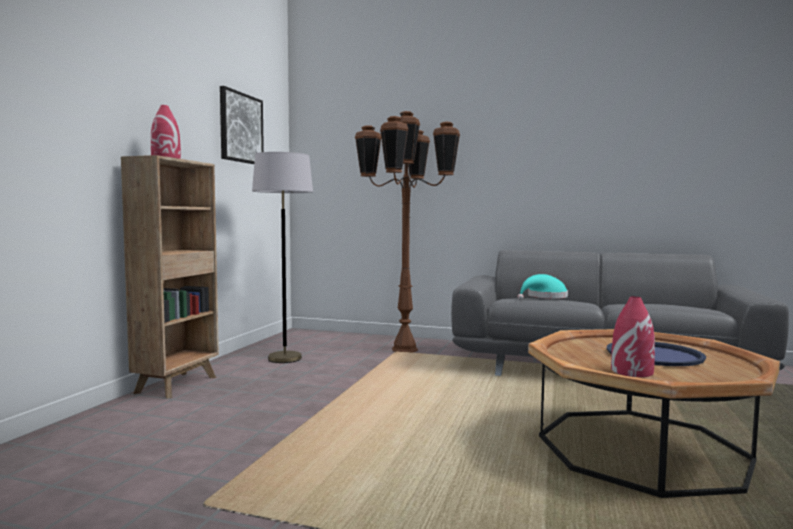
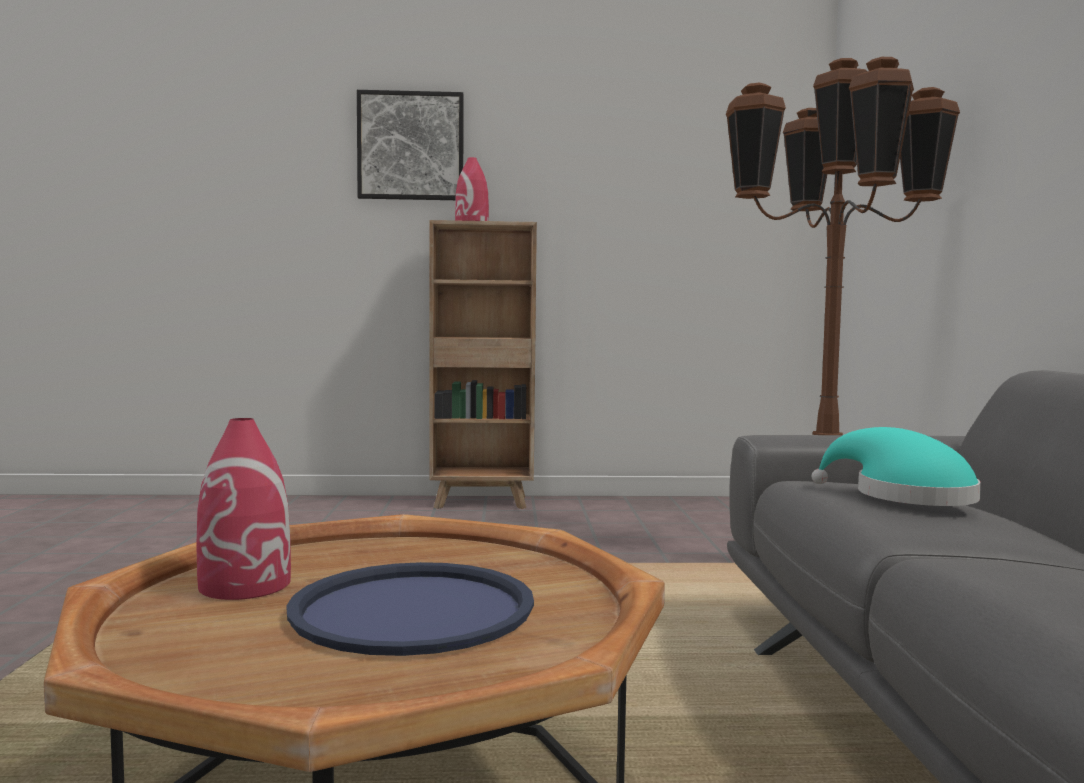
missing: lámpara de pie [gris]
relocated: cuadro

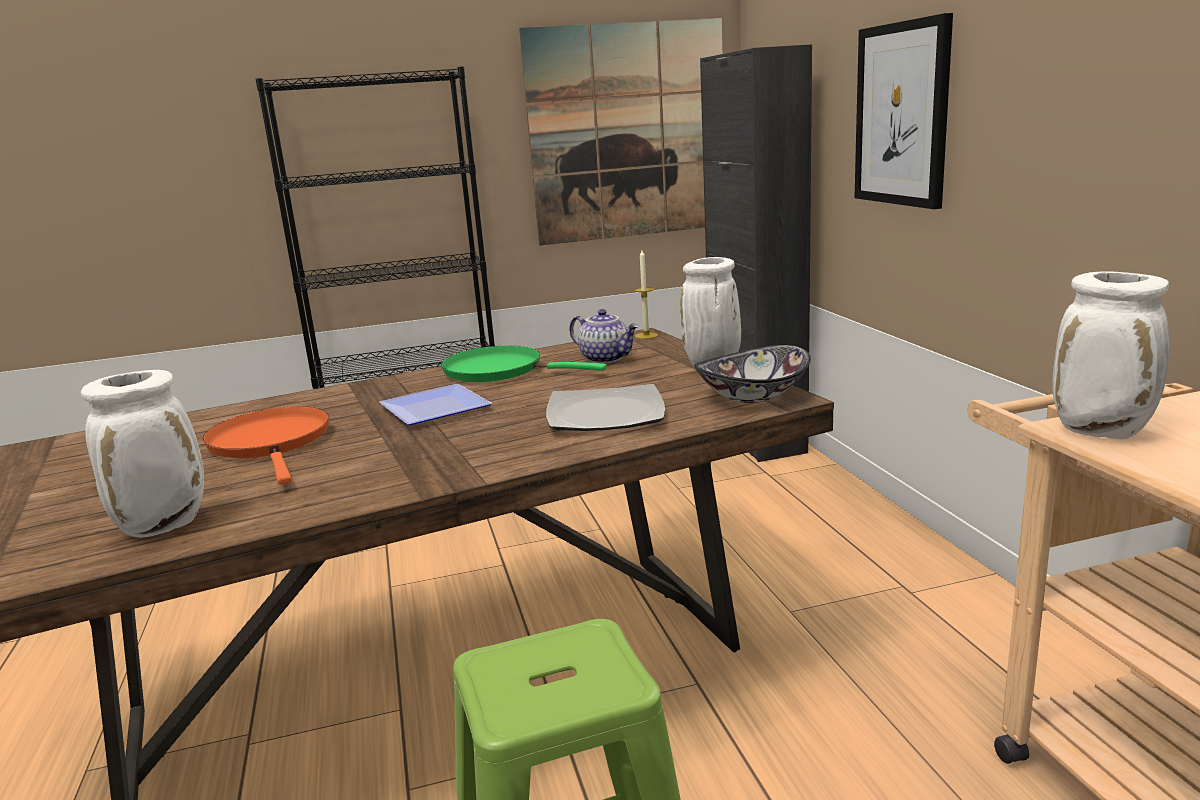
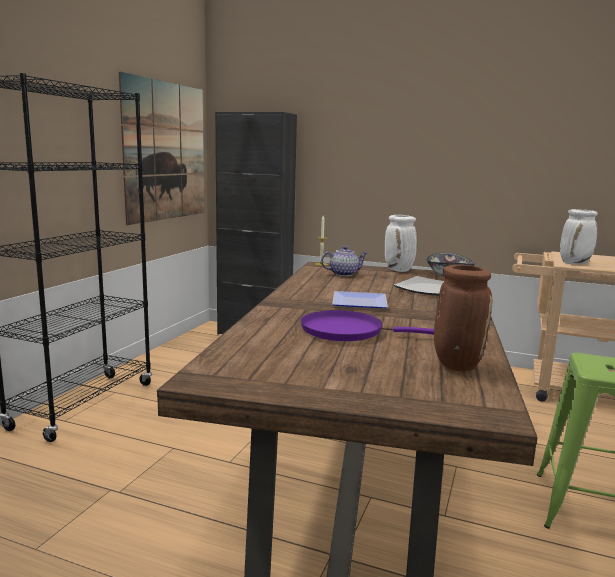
missing: sartén [verde]; cuadro (no. 2 from left)
colour: florero [blanco] (no. 1 from left) to florero [marrón]; sartén [naranja] to sartén [morado]

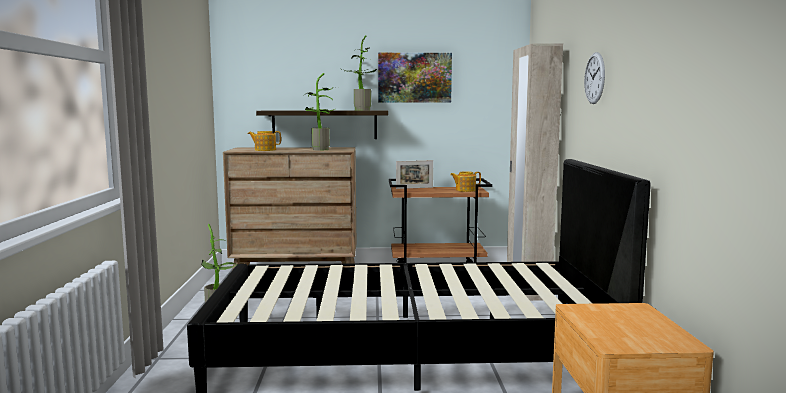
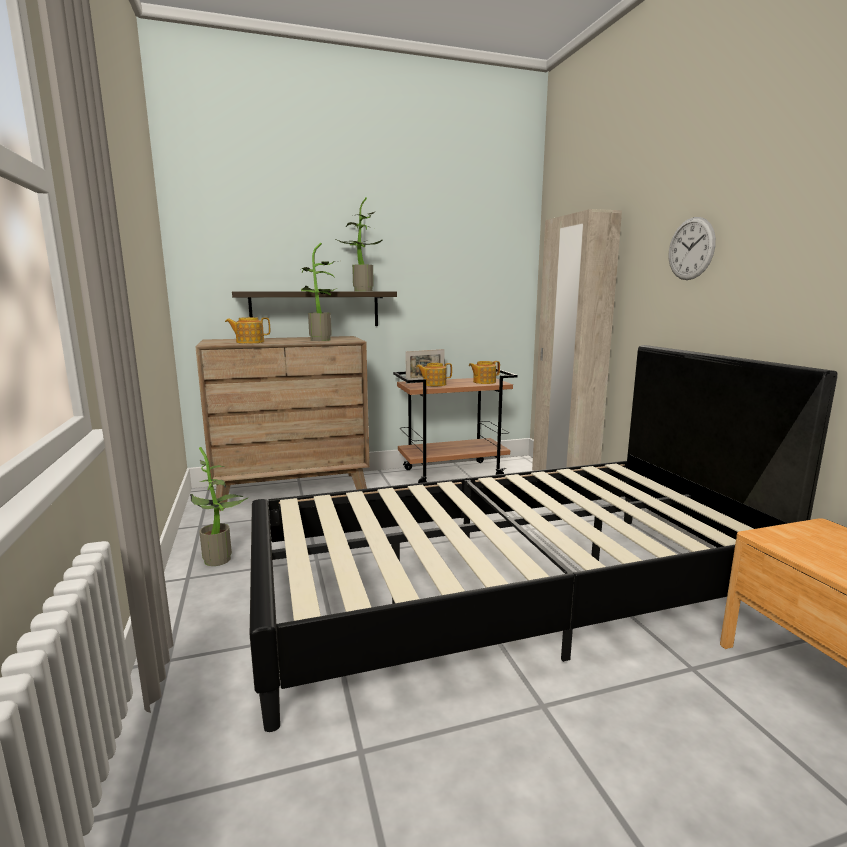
missing: cuadro
appeared: tetera (no. 2 from left)

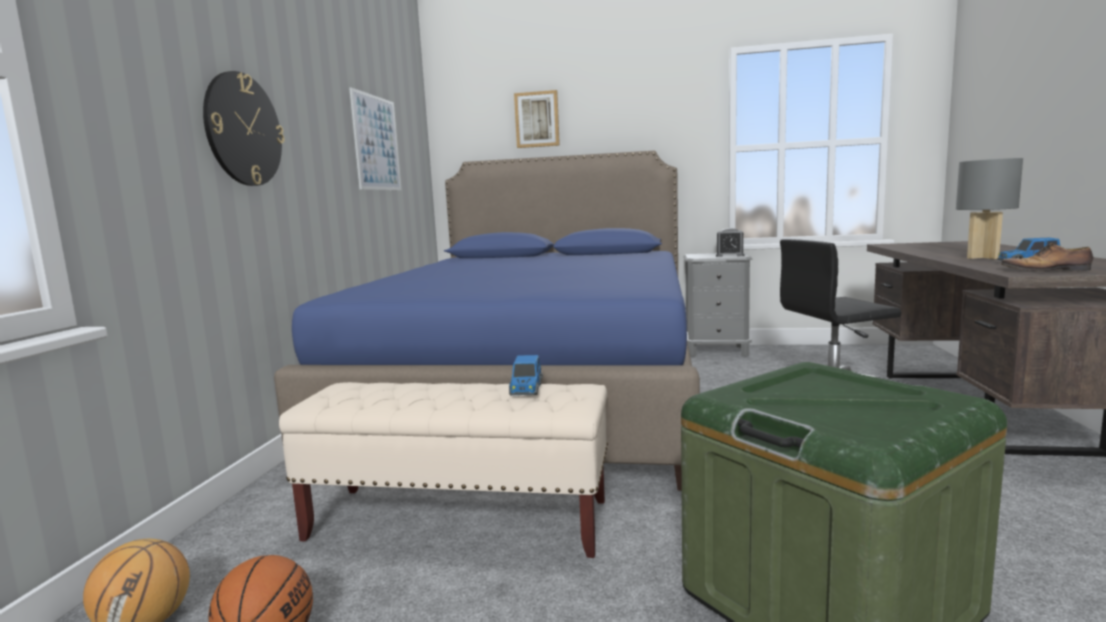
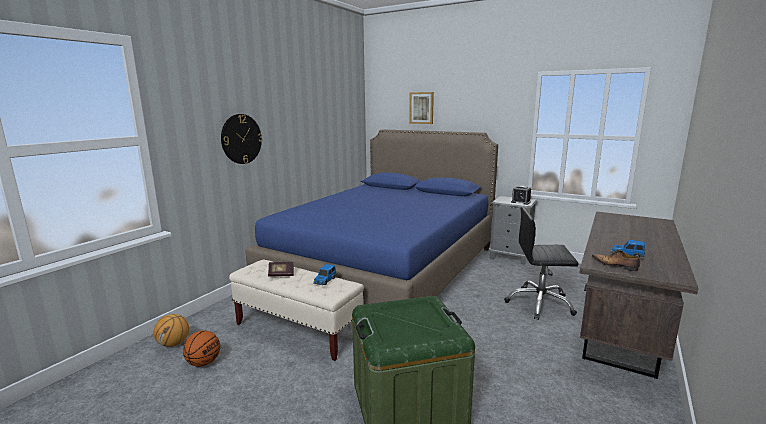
missing: cuadro (no. 1 from left); lámpara de mesa [gris]
appeared: libro

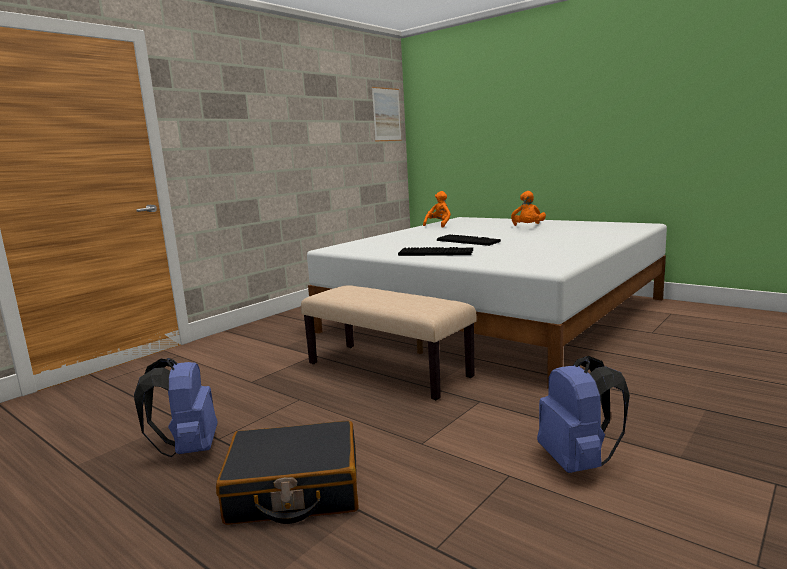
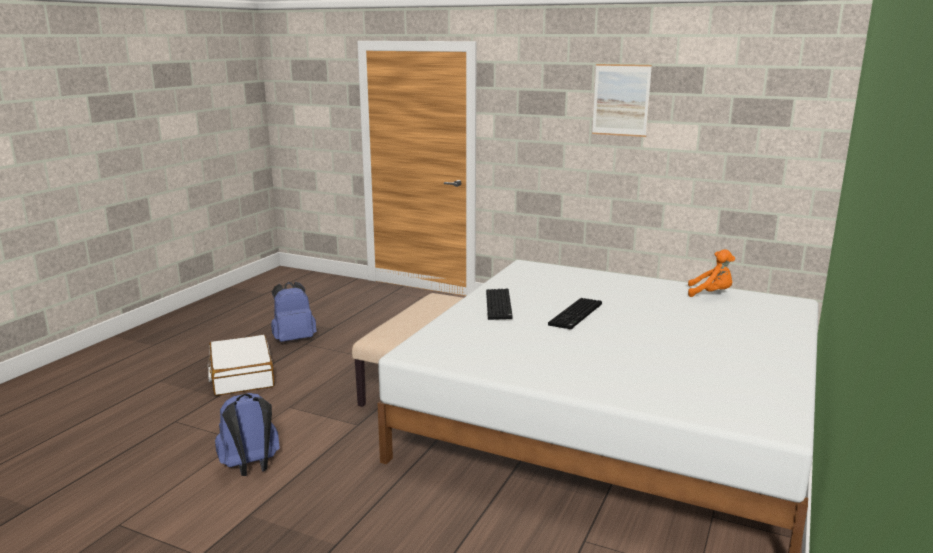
missing: peluche [naranja] (no. 2 from left)
relocated: cuadro
colour: maleta [negro] to maleta [blanco]

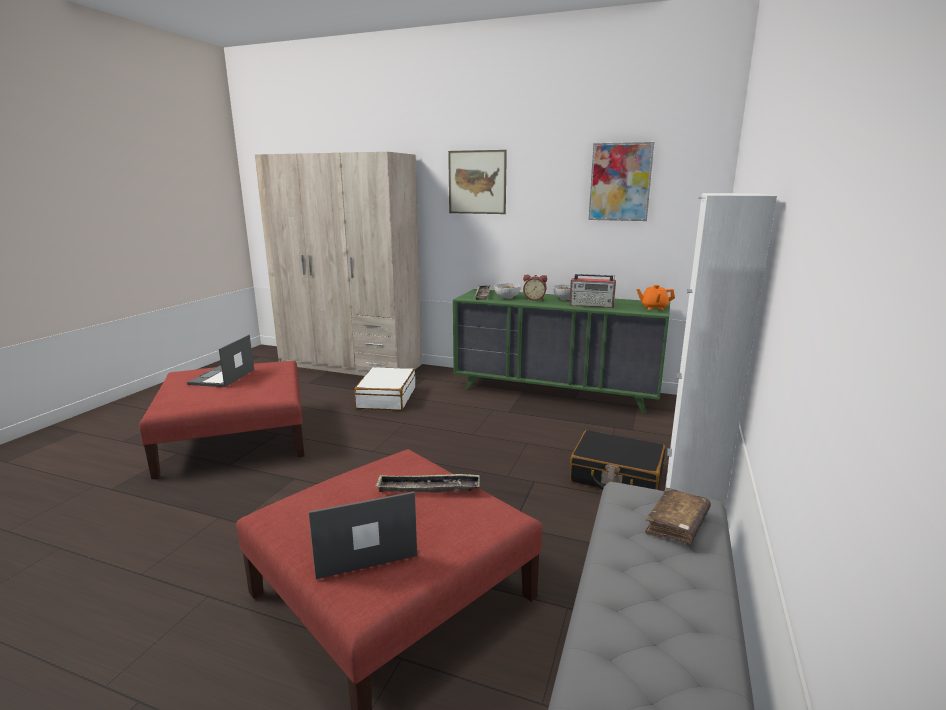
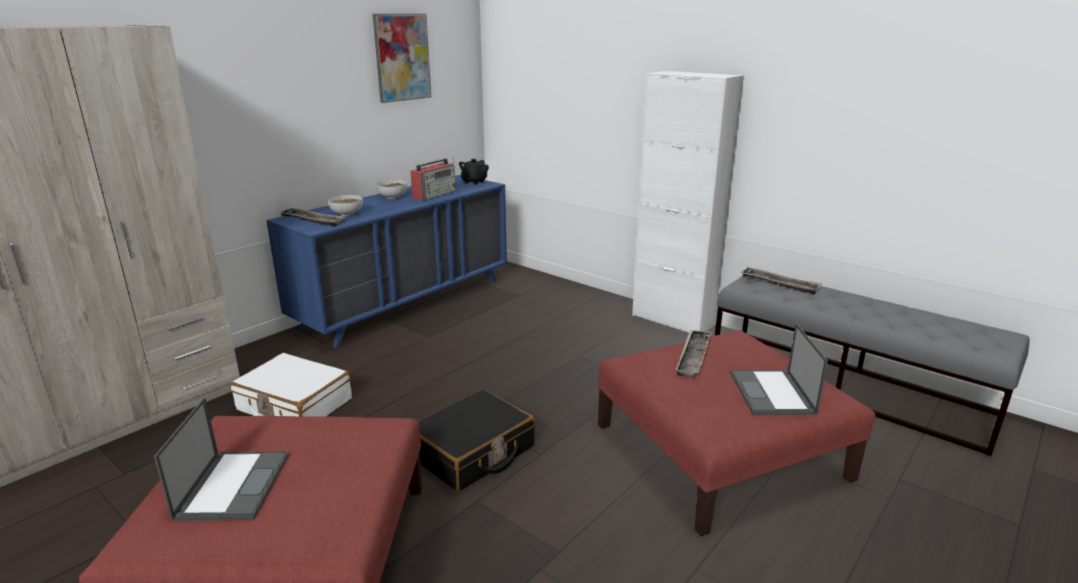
missing: cuadro (no. 1 from left); despertador
relocated: maleta [negro]
exchanged: libro [marrón] to bandeja (no. 3 from left)
colour: cómoda [verde] to cómoda [azul]; tetera [naranja] to tetera [negro]
spun: portátil (no. 1 from left) 120 degrees counterclockwise

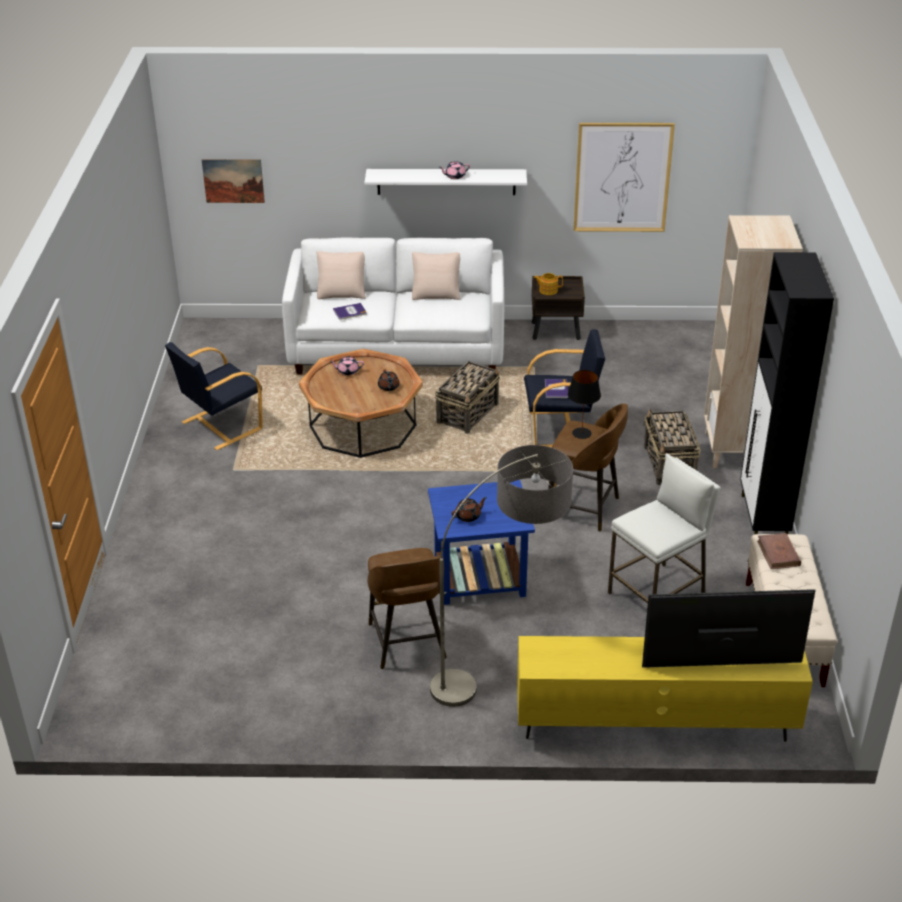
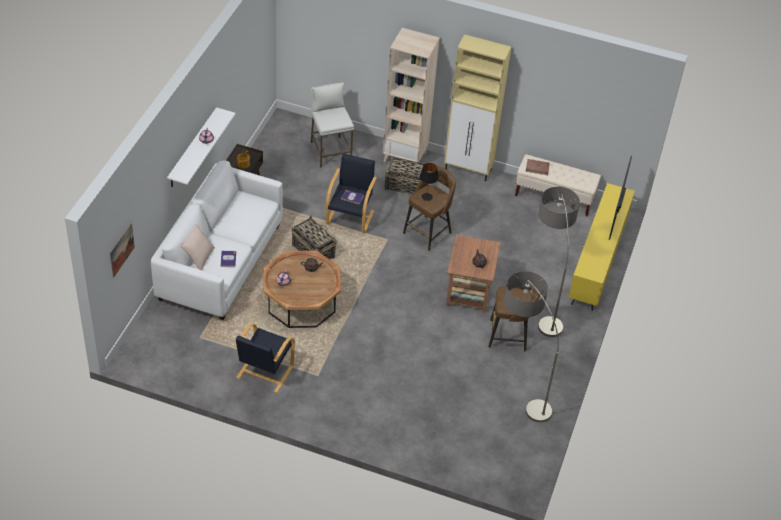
missing: cojín [beis] (no. 2 from left); cuadro (no. 2 from left)
appeared: lámpara de pie (no. 1 from left)
relocated: taburete [blanco]
colour: mesa auxiliar [azul] to mesa auxiliar [marrón]; armario [negro] to armario [beis]
spun: sillón [negro] (no. 1 from left) 45 degrees clockwise

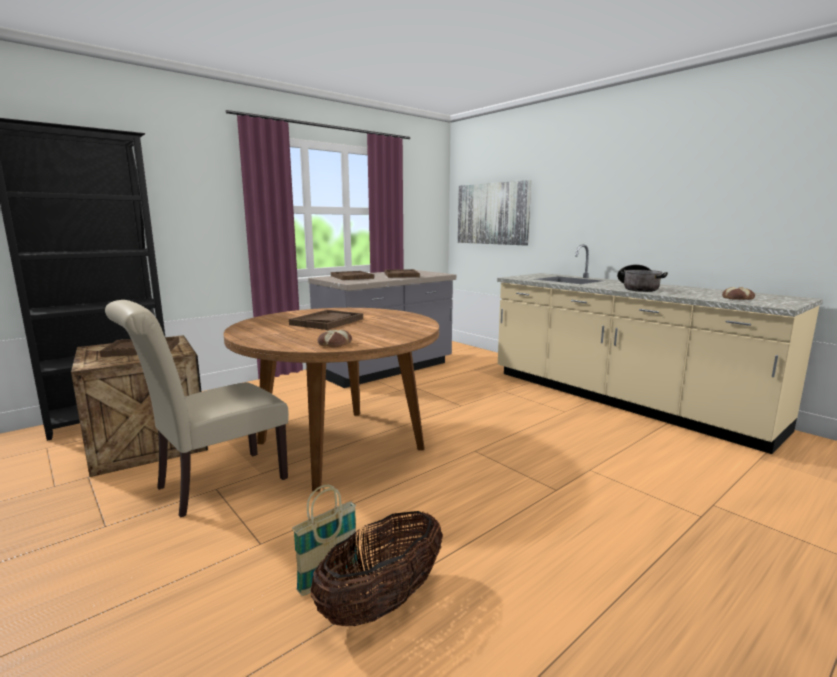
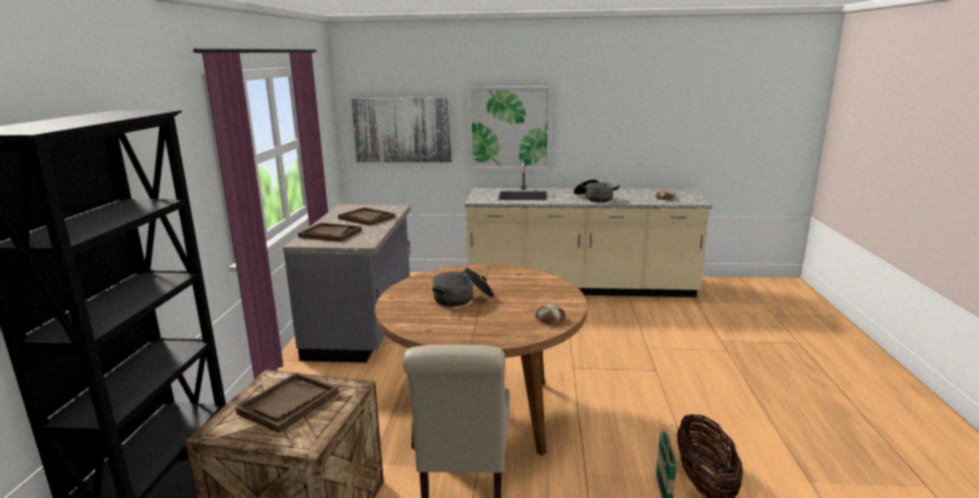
appeared: cuadro (no. 2 from left)
exchanged: bandeja [marrón] (no. 2 from left) to olla (no. 1 from left)

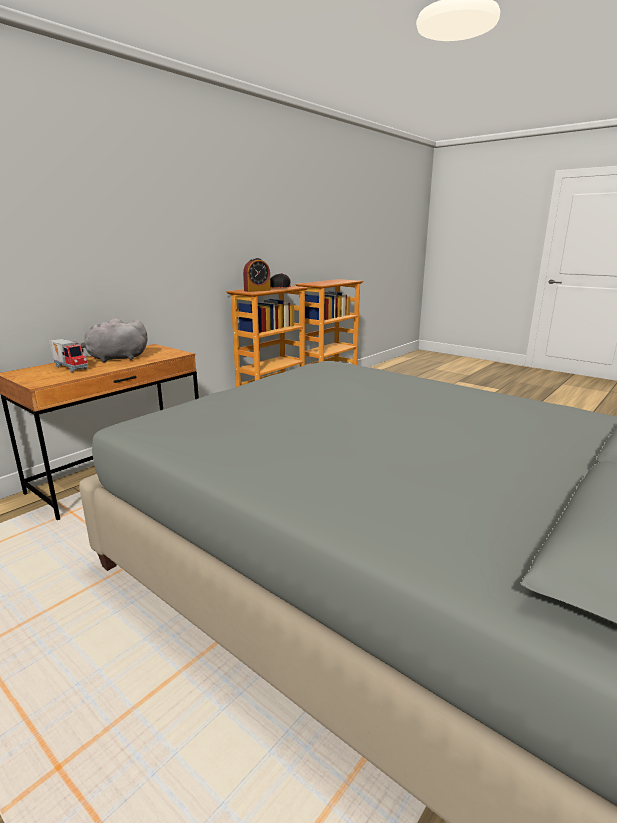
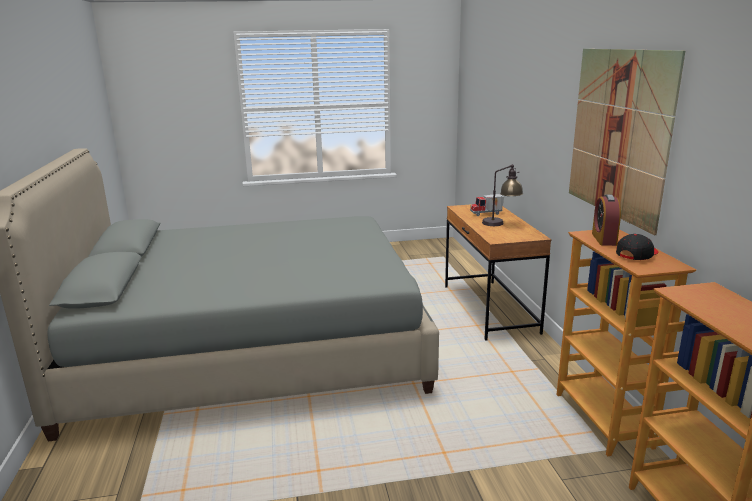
appeared: cuadro
exchanged: peluche [gris] to lámpara de mesa

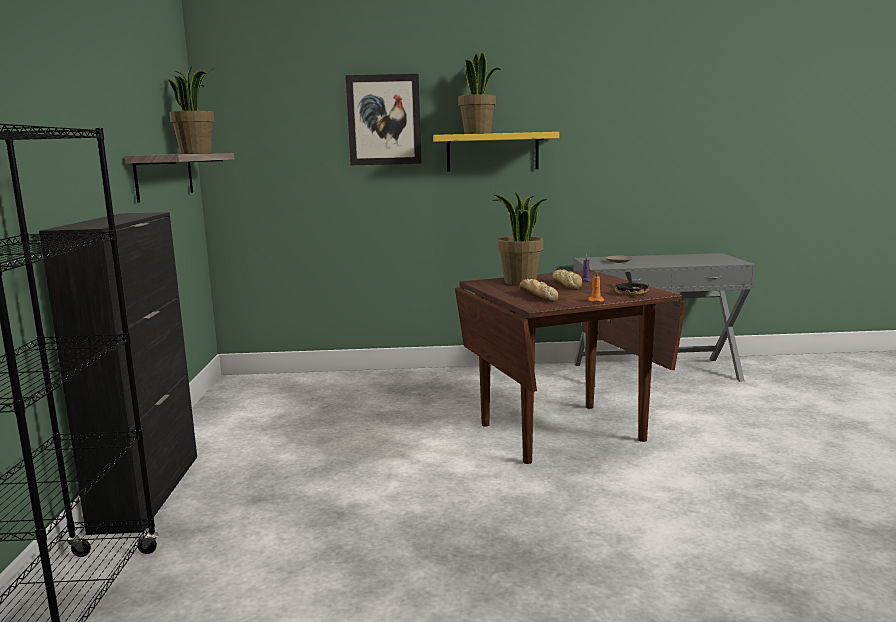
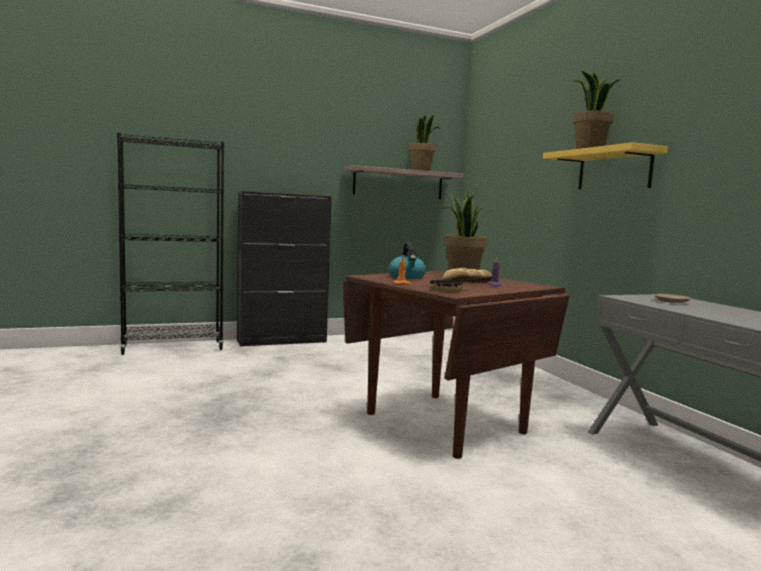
missing: cuadro
exchanged: pan (no. 1 from left) to hervidor

